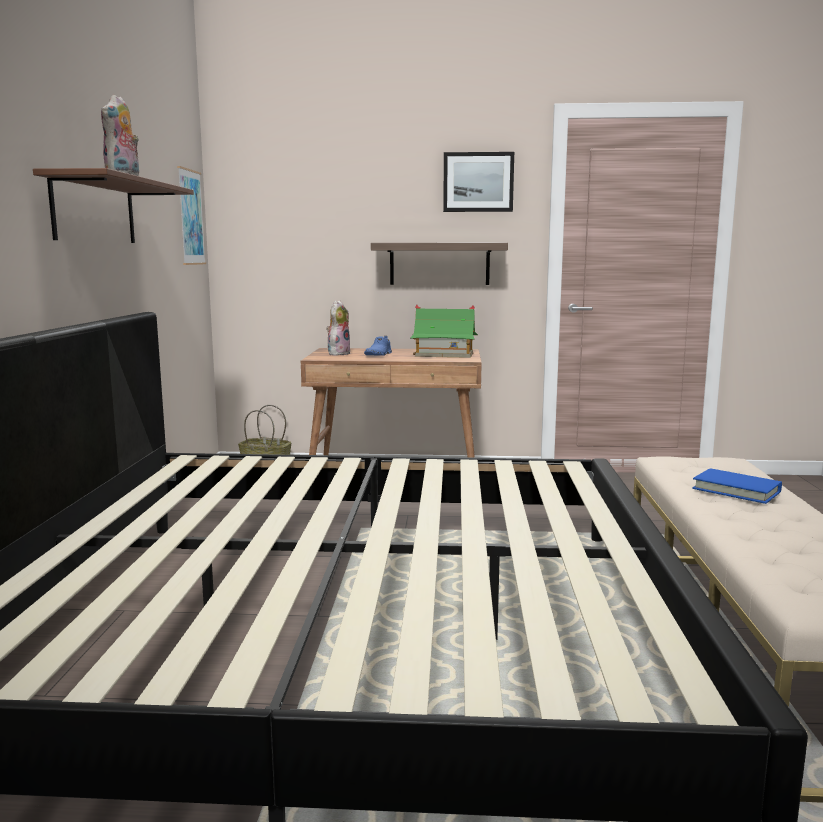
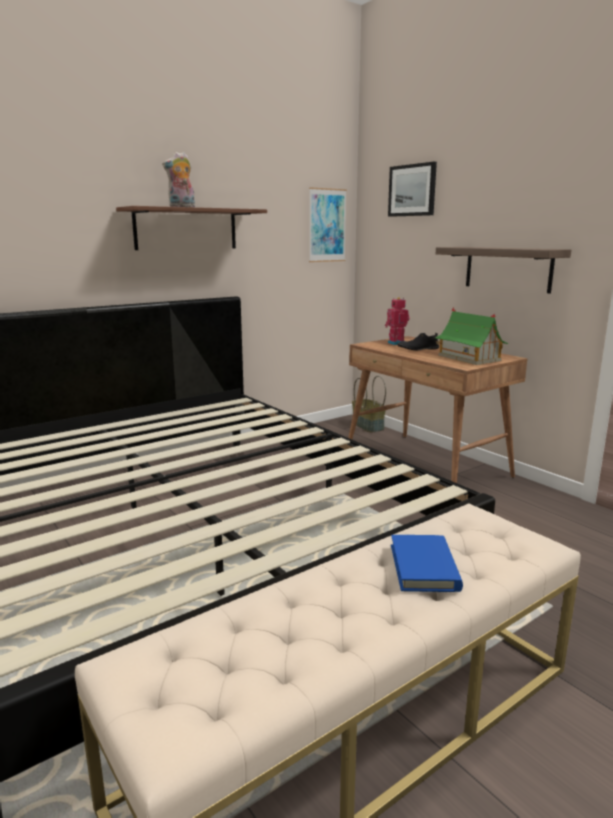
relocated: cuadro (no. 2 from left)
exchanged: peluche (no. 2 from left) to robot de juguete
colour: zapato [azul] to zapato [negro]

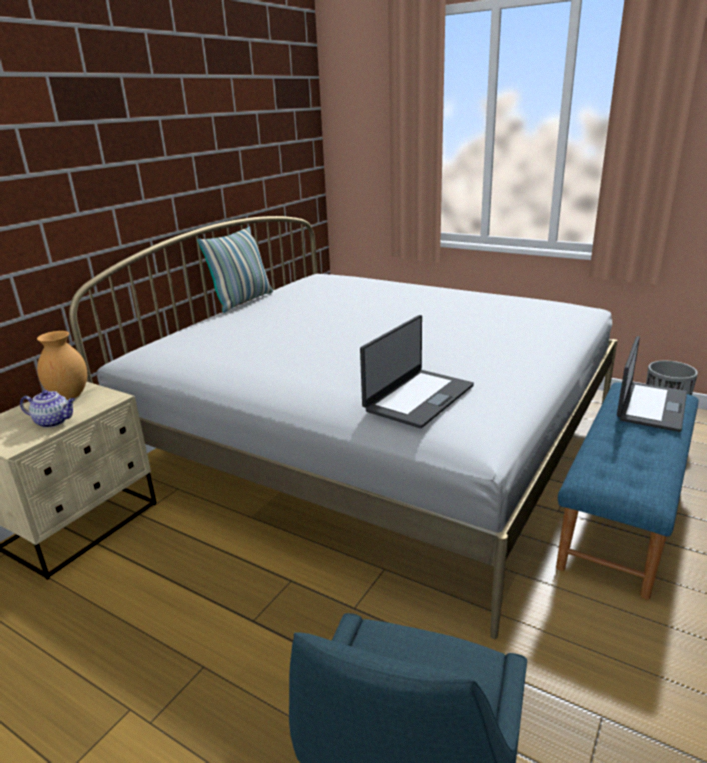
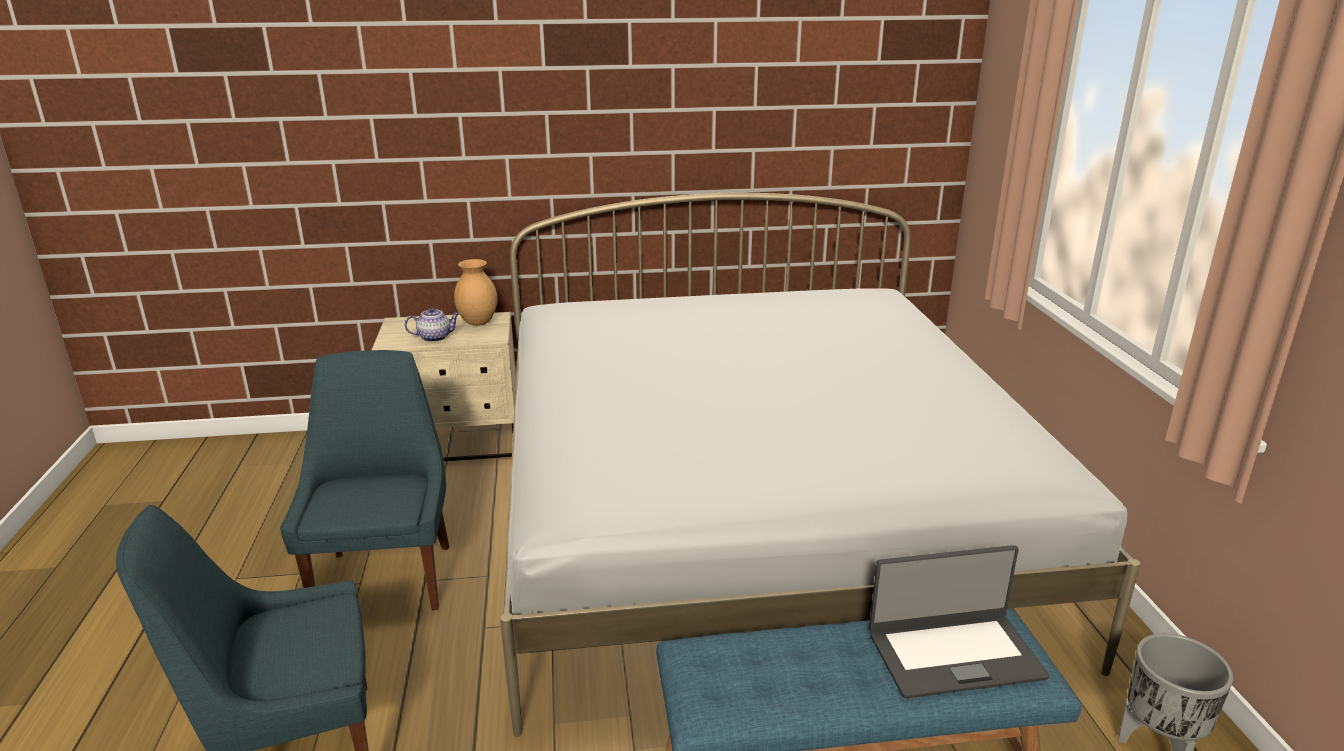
missing: cojín; portátil (no. 1 from left)
appeared: silla [azul] (no. 2 from left)
spun: tetera 75 degrees counterclockwise

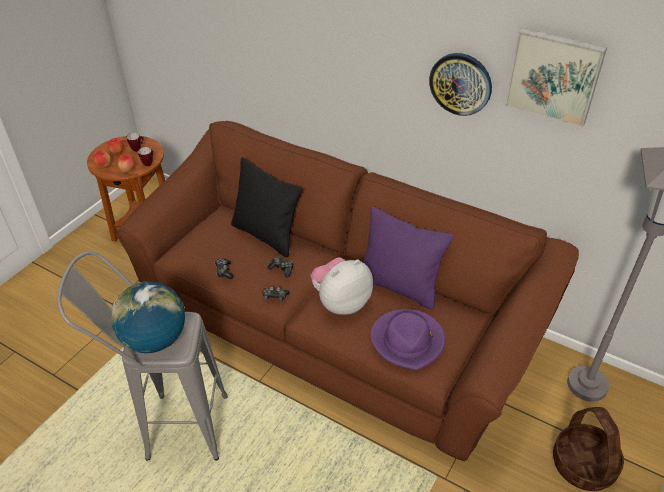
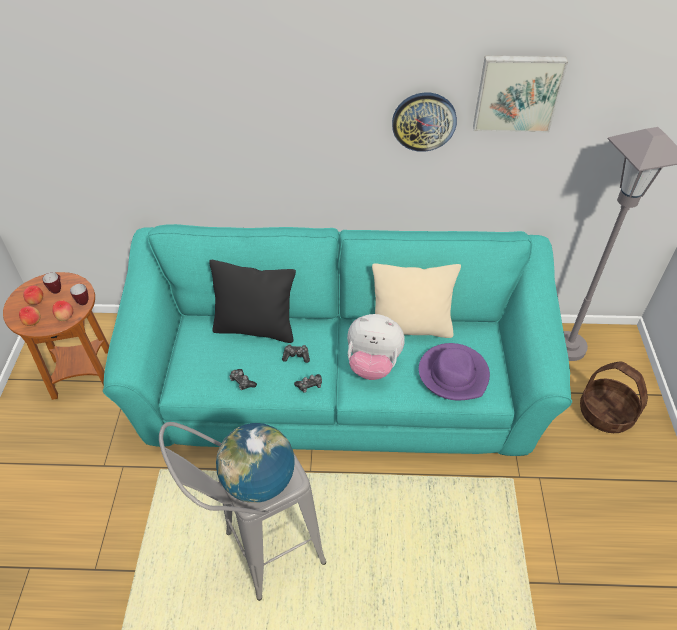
colour: sofá [marrón] to sofá [turquesa]; cojín [morado] to cojín [beis]
spun: peluche 105 degrees counterclockwise

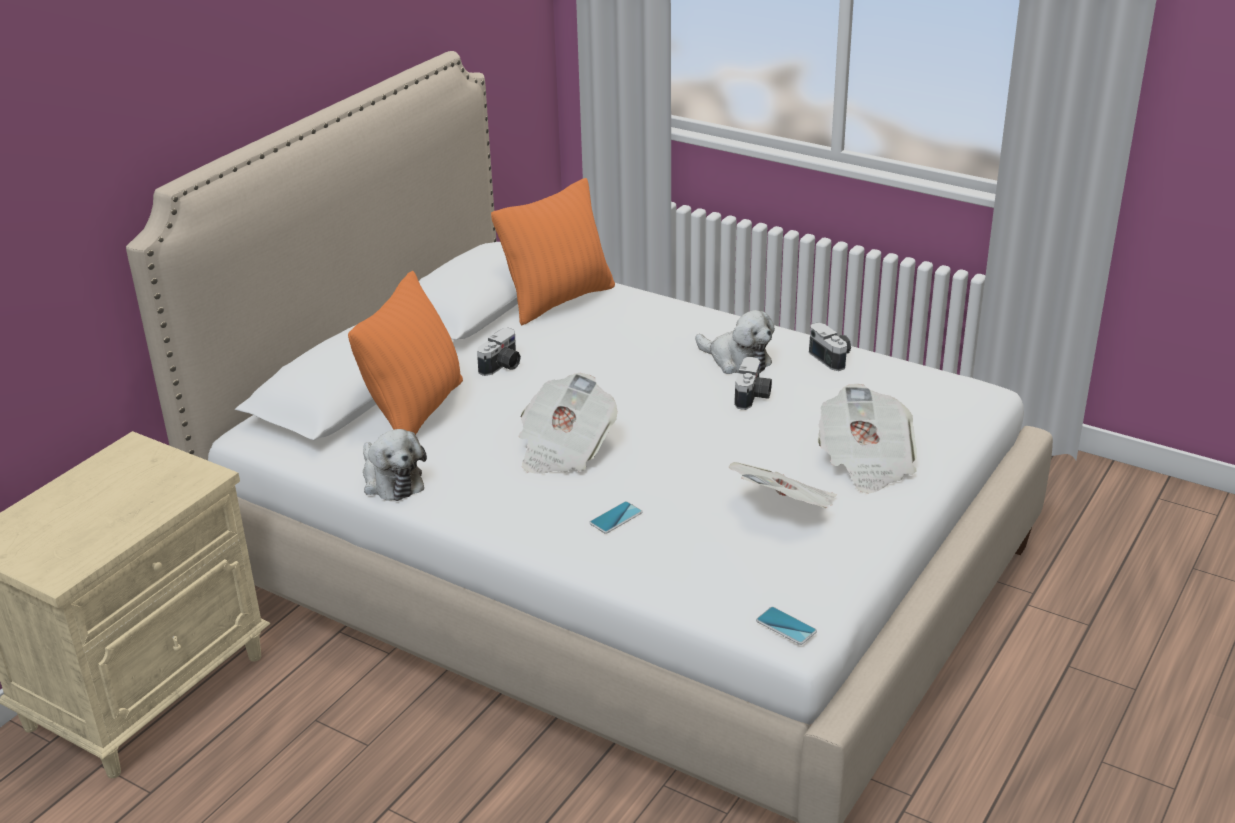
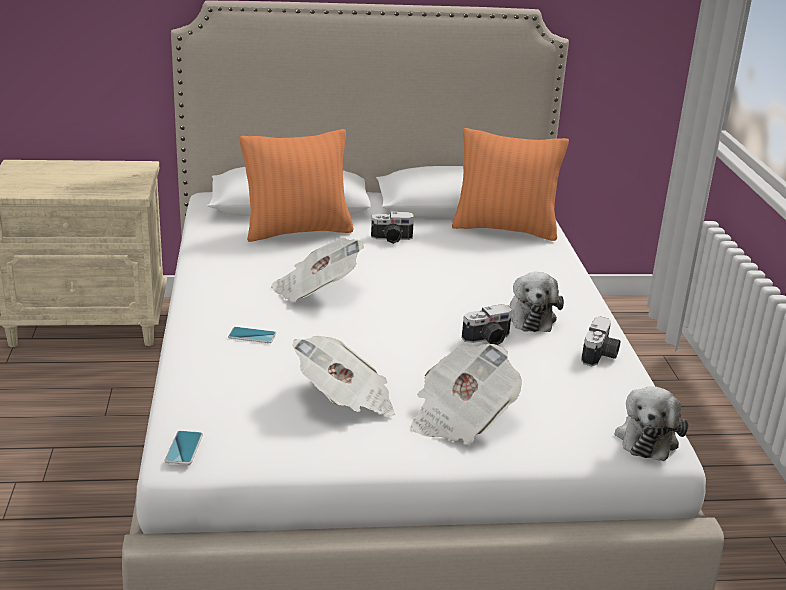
relocated: peluche (no. 1 from left in the first image) to peluche (no. 2 from left)

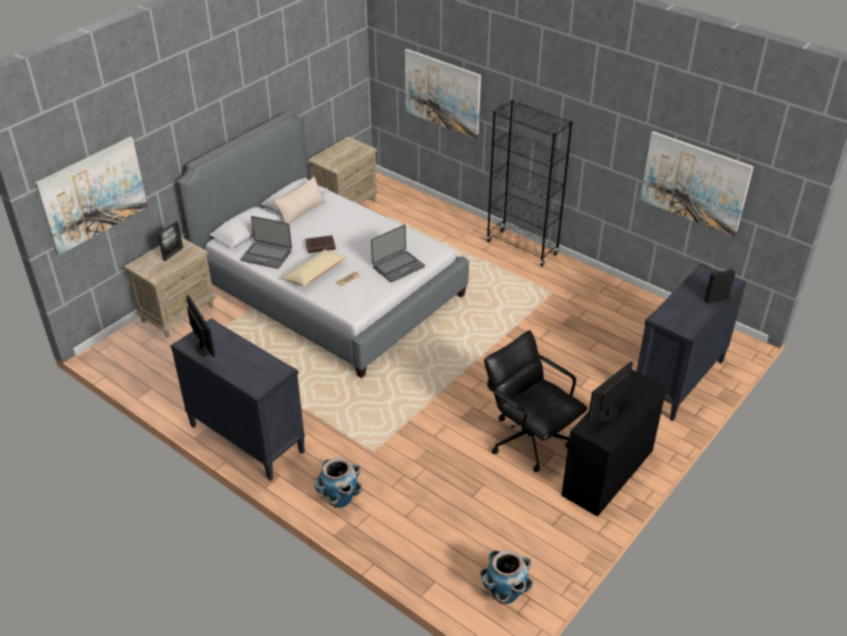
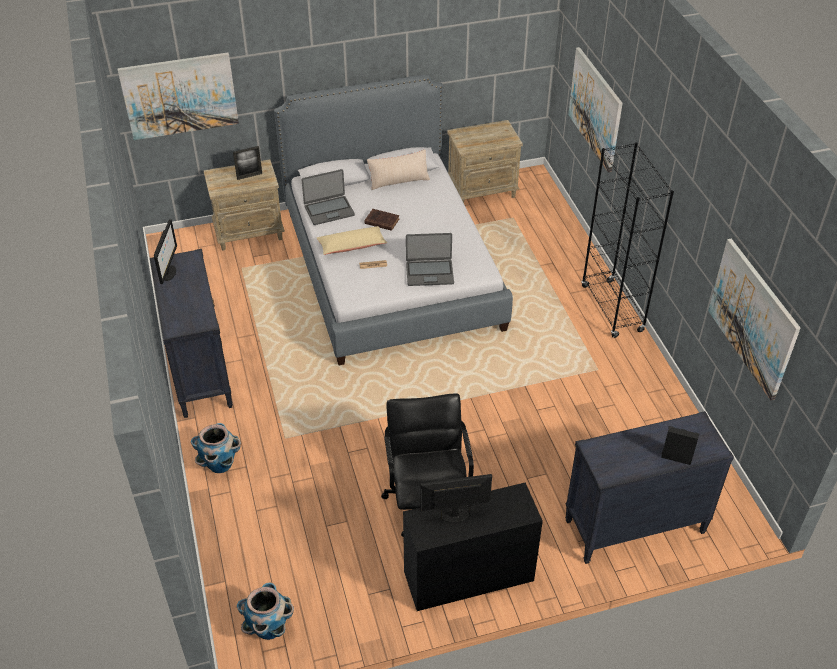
spun: portátil (no. 1 from left) 75 degrees counterclockwise

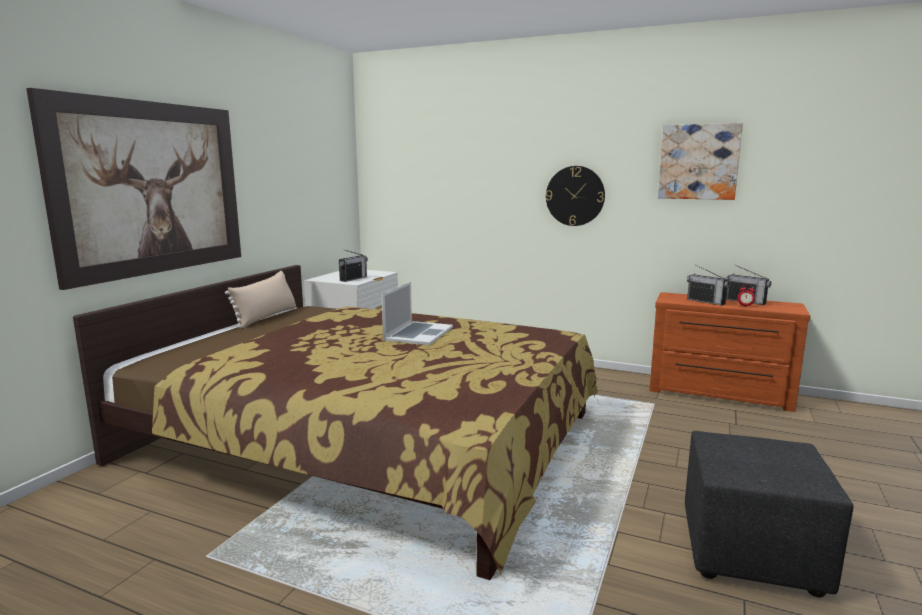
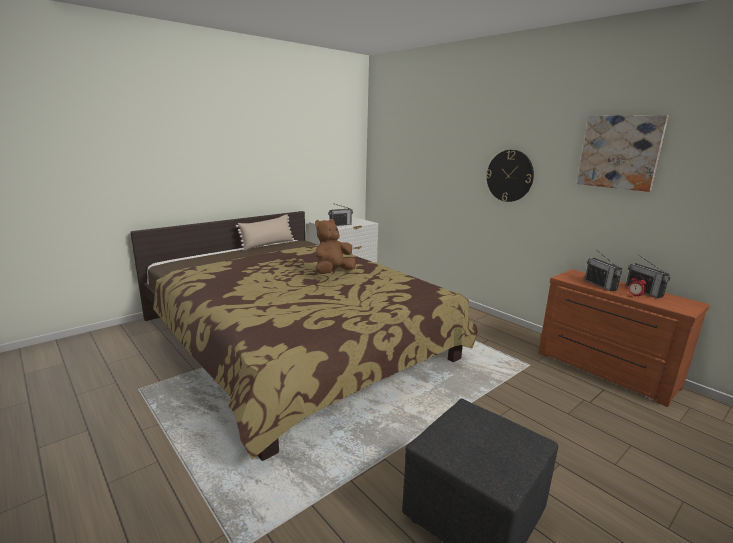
missing: cuadro (no. 1 from left)
exchanged: portátil to peluche [marrón]

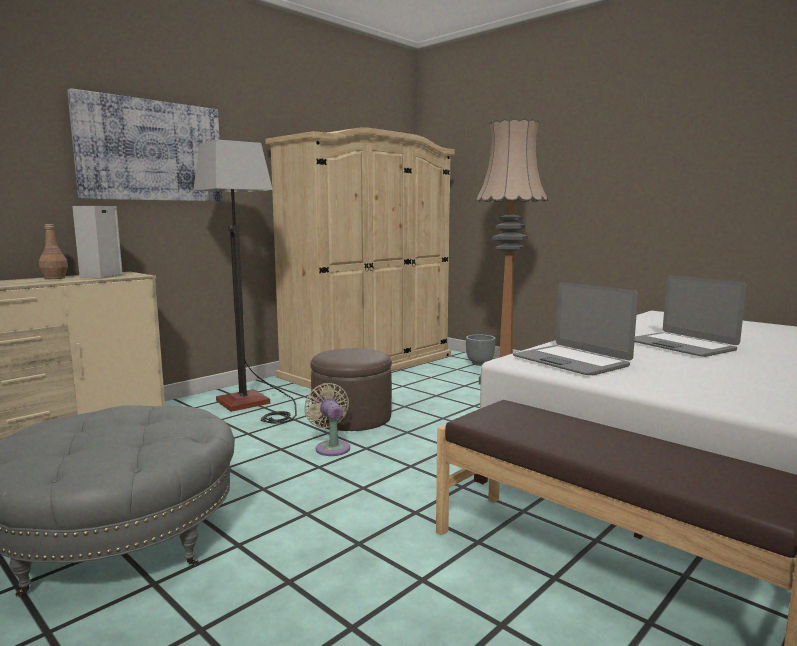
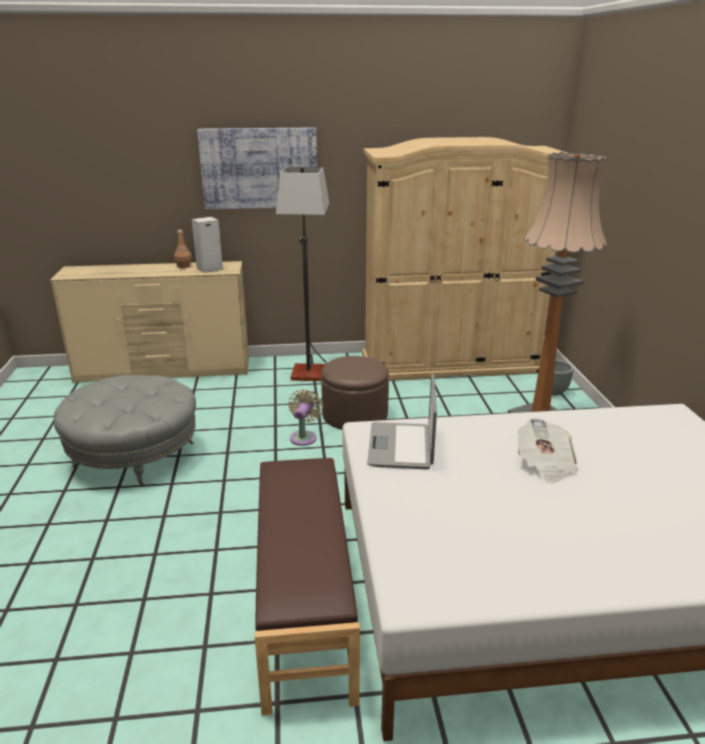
exchanged: portátil (no. 2 from left) to periódico

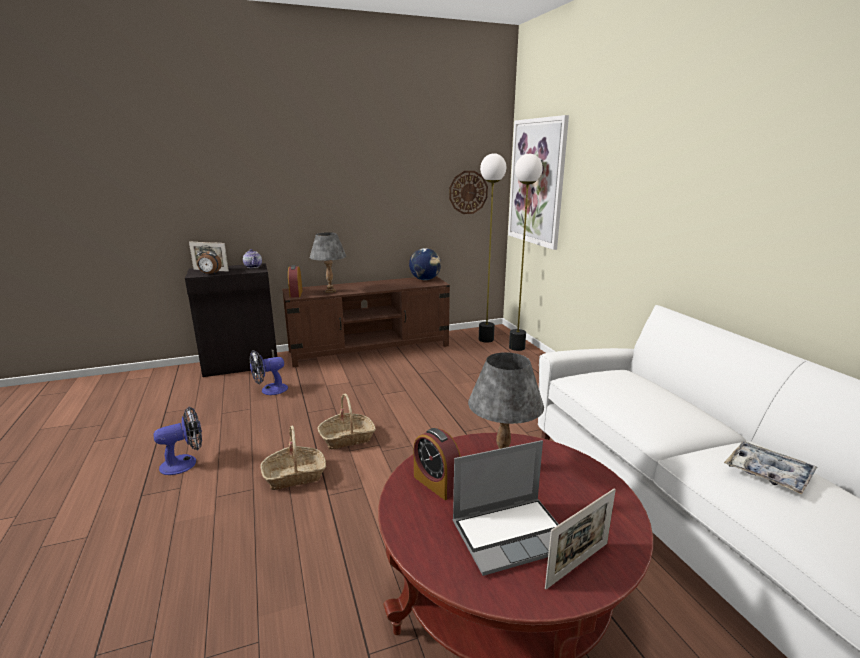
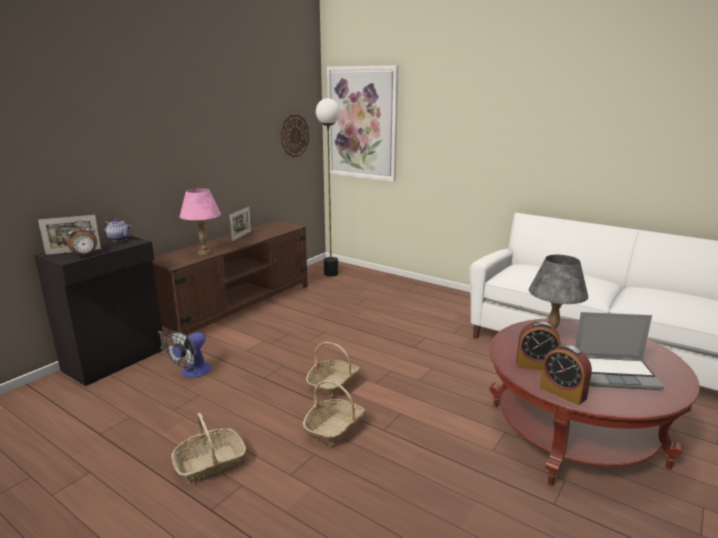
missing: globo terráqueo; lámpara de pie (no. 2 from left); bandeja
relocated: despertador (no. 2 from left in the first image) to despertador (no. 3 from left); portarretratos (no. 2 from left)
exchanged: ventilador (no. 1 from left) to cesta (no. 1 from left)
colour: lámpara de mesa [gris] (no. 1 from left) to lámpara de mesa [rosa]
spun: portátil 60 degrees clockwise

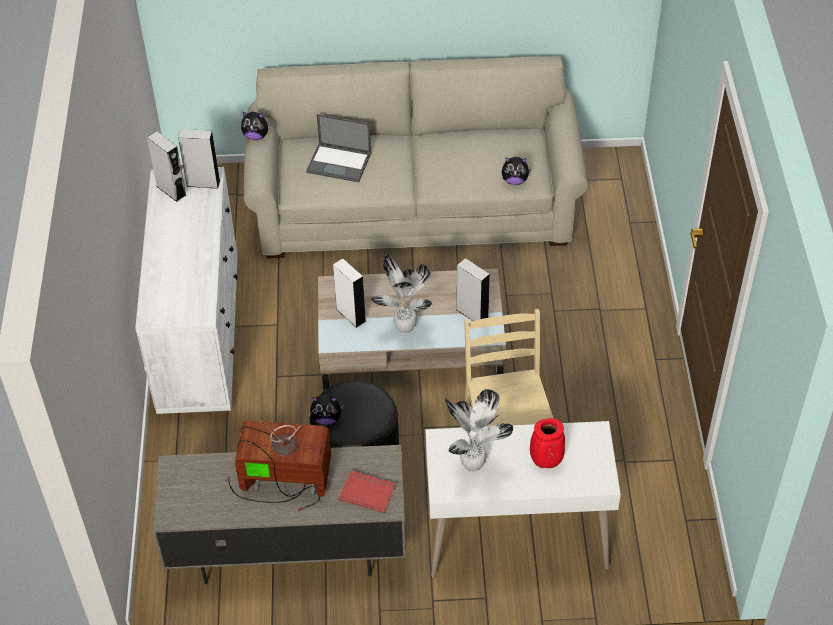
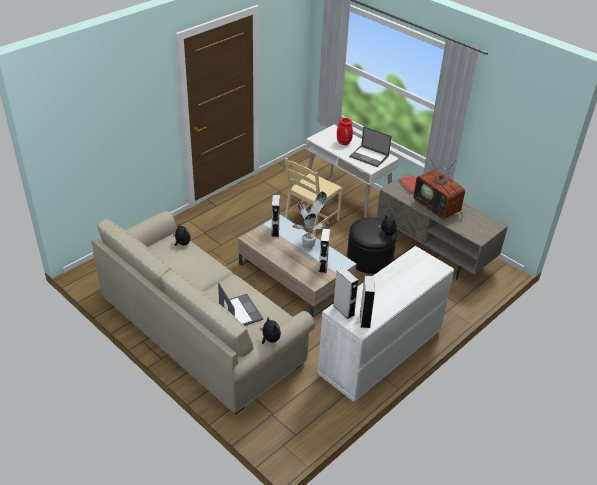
exchanged: planta en maceta (no. 2 from left) to portátil (no. 2 from left)

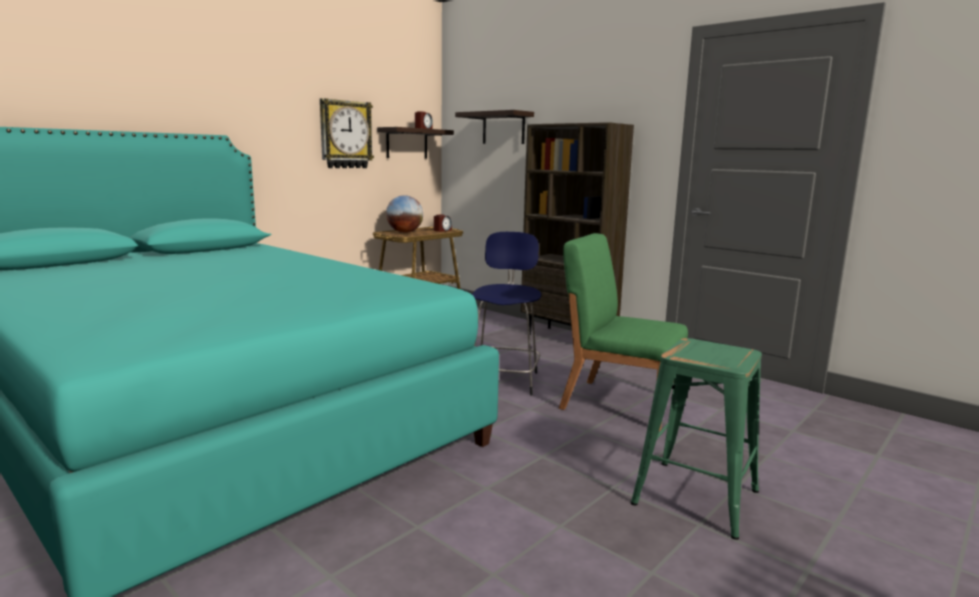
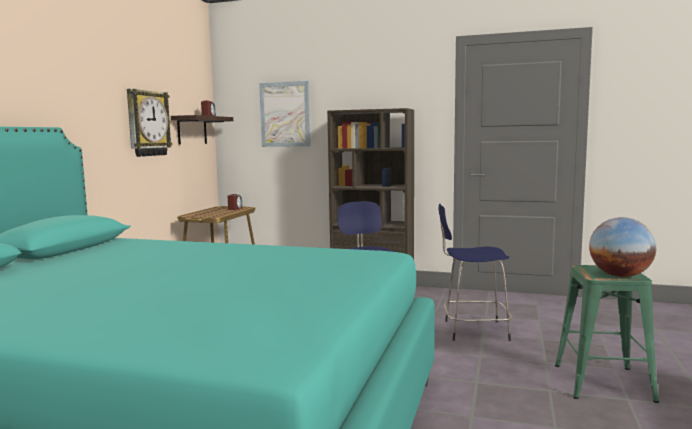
relocated: globo terráqueo
exchanged: estante (no. 2 from left) to cuadro; silla [verde] to taburete [azul] (no. 2 from left)

